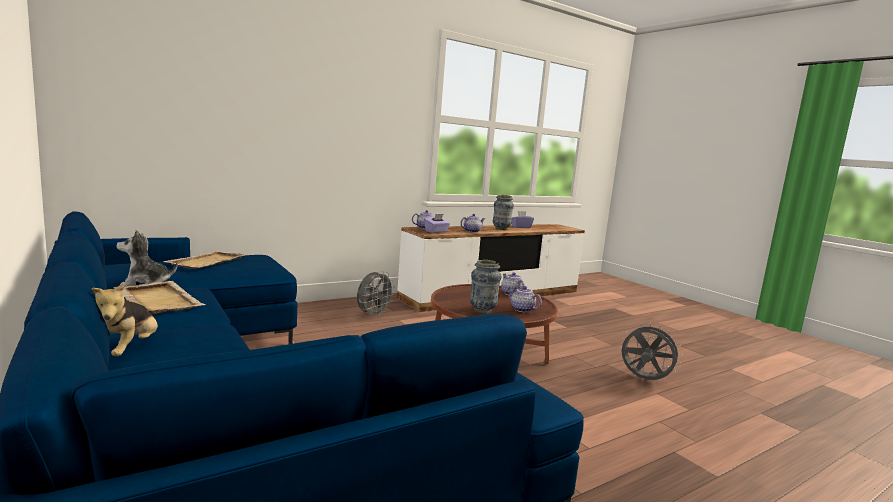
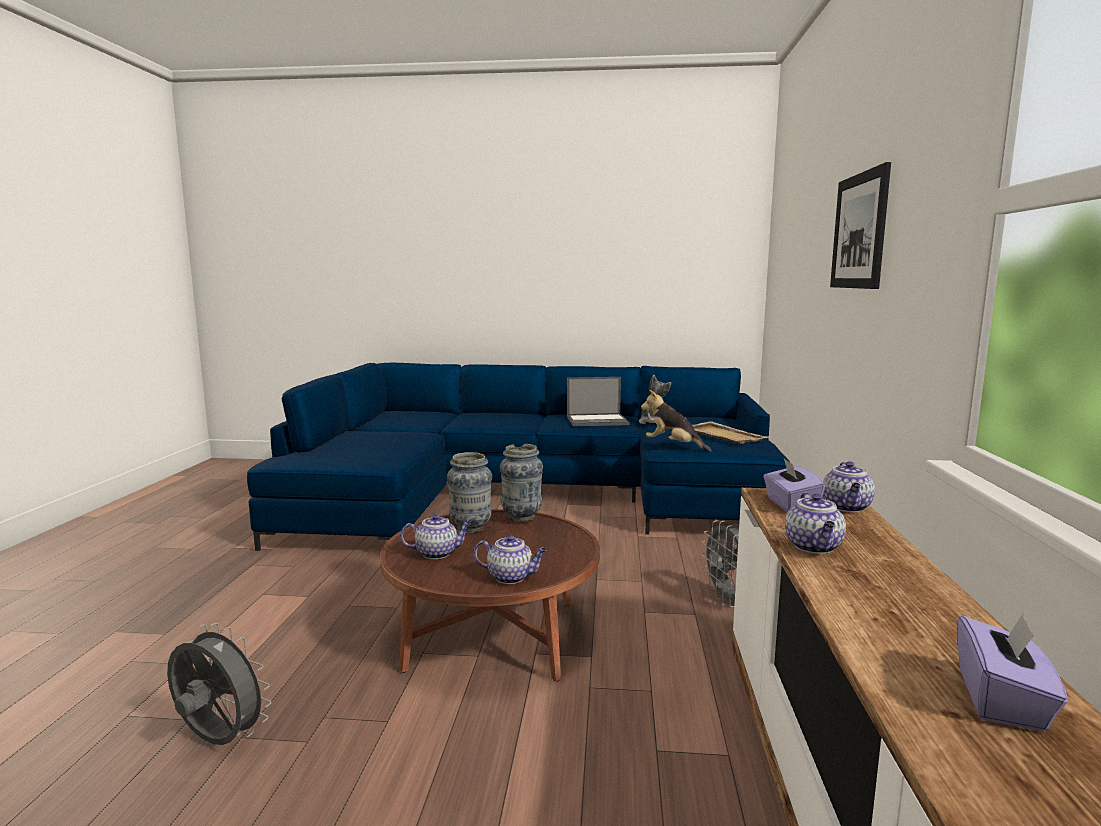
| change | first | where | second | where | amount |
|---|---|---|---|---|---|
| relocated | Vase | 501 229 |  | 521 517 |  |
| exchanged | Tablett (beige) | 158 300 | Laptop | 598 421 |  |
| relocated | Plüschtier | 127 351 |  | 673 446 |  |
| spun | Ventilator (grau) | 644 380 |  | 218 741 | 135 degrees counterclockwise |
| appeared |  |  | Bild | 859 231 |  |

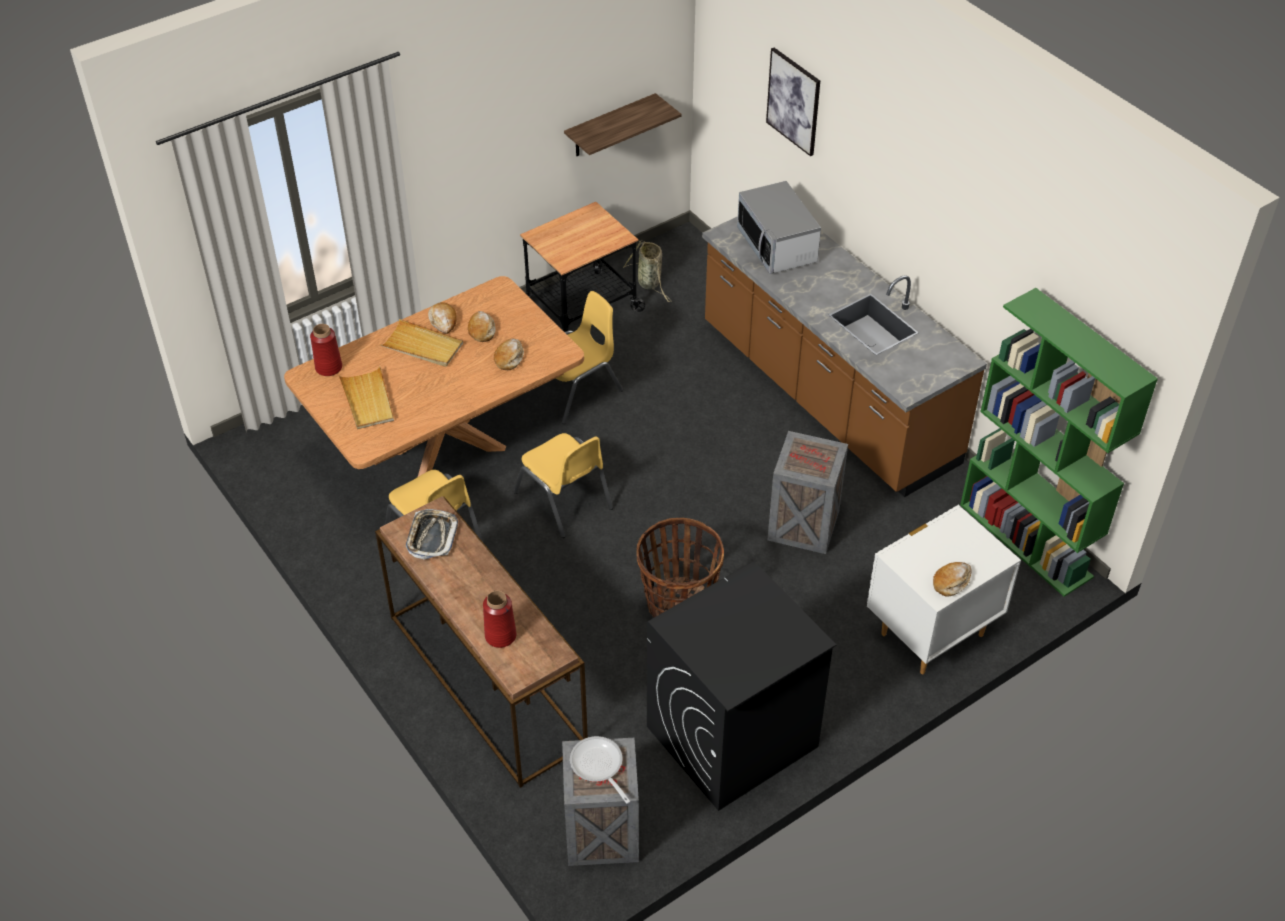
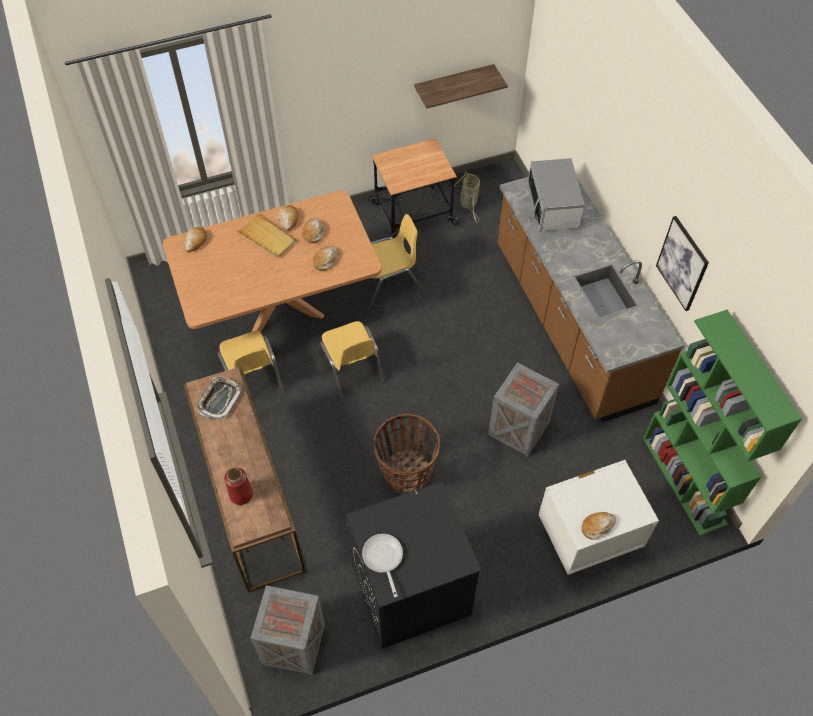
| change | first | where | second | where | amount |
|---|---|---|---|---|---|
| relocated | Bild | 794 101 |  | 682 263 |  |
| exchanged | Vase (rot) | 329 368 | Brot | 196 241 |  |
| missing | Tablett (beige) | 368 400 |  |  |  |
| relocated | Pfanne | 598 766 |  | 383 559 |  |

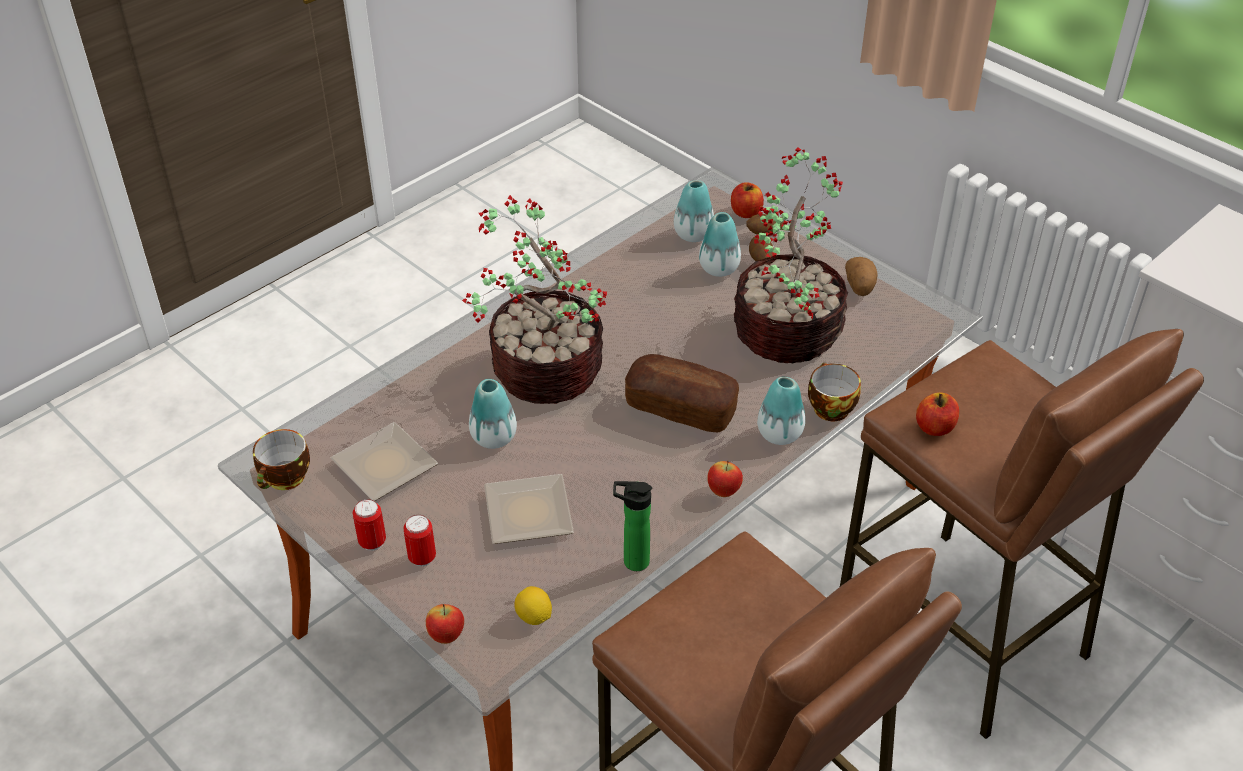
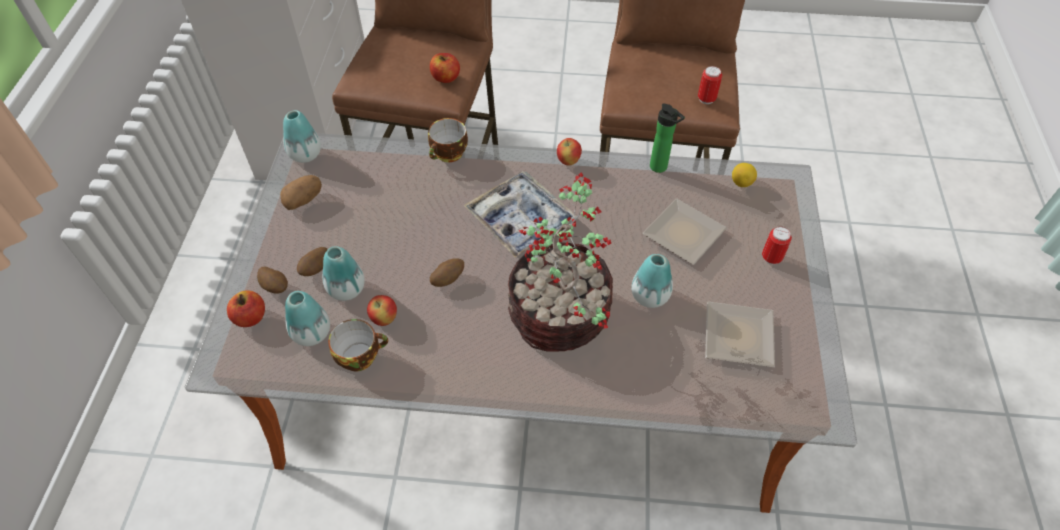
| change | first | where | second | where | amount |
|---|---|---|---|---|---|
| missing | Topfpflanze | 787 330 |  |  |  |
| exchanged | Brot | 681 408 | Tablett | 520 220 |  |
| relocated | Vase | 779 434 |  | 305 154 |  |
| relocated | Tasse | 285 479 |  | 361 355 |  |
| relocated | Dose | 372 542 |  | 706 99 |  |
| relocated | Apfel | 446 636 |  | 384 319 |  |
| appeared |  |  | Kartoffel | 448 279 |  |

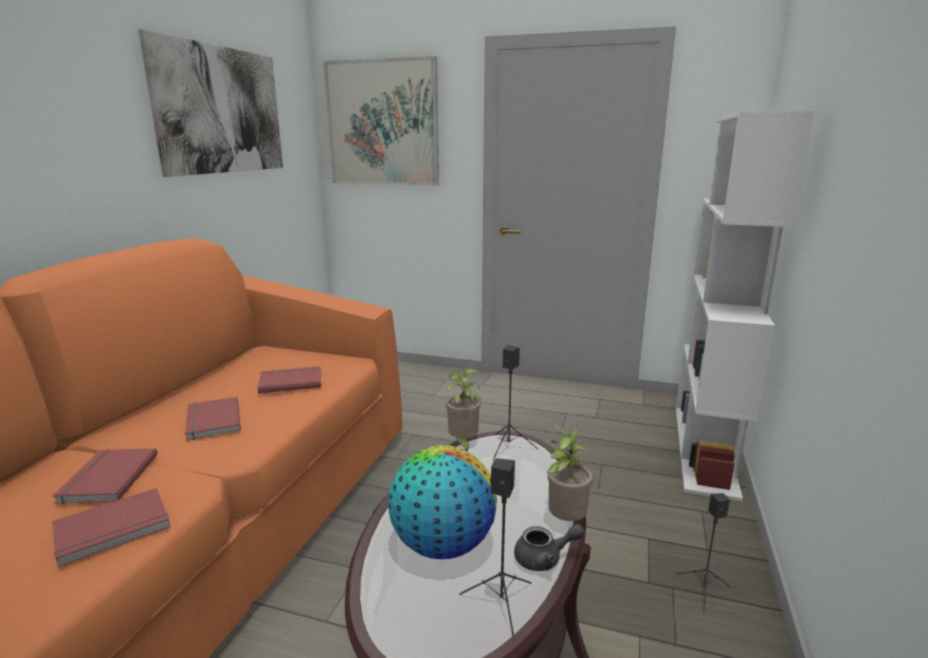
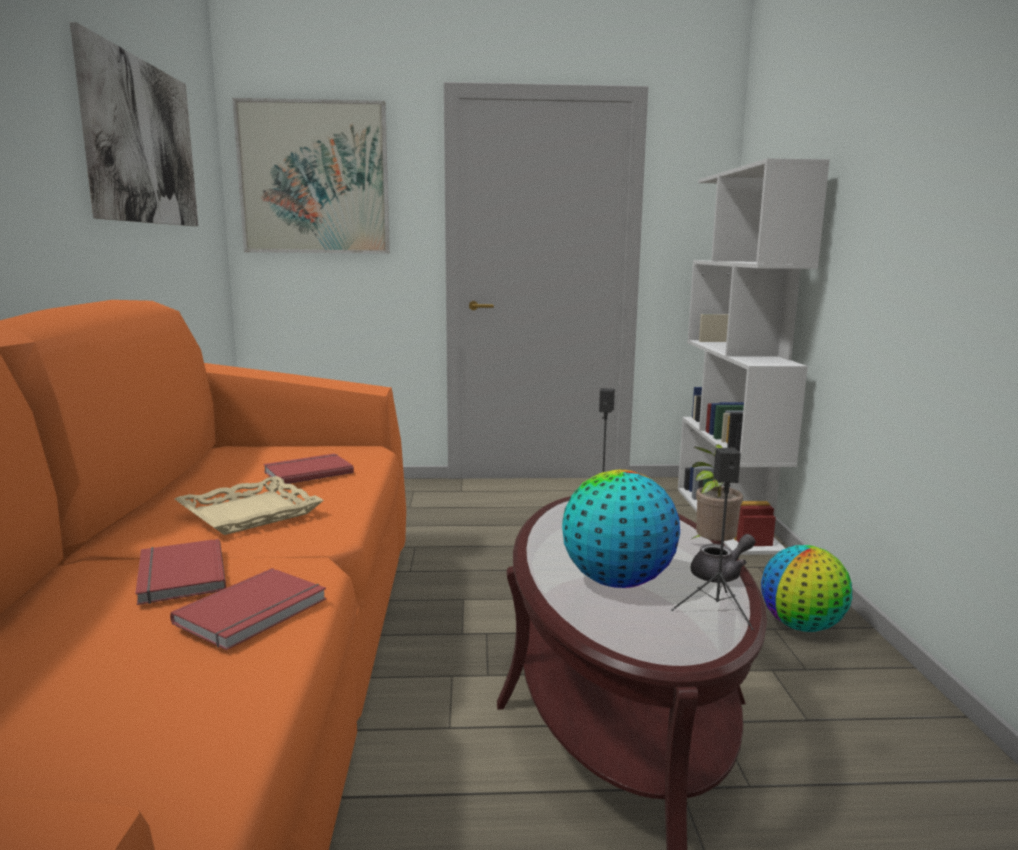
| change | first | where | second | where | amount |
|---|---|---|---|---|---|
| missing | Topfpflanze | 463 443 |  |  |  |
| exchanged | Buch (rot) | 211 421 | Tablett (beige) | 250 513 |  |
| exchanged | Lautsprecher (schwarz) | 703 591 | Globus | 802 626 |  |

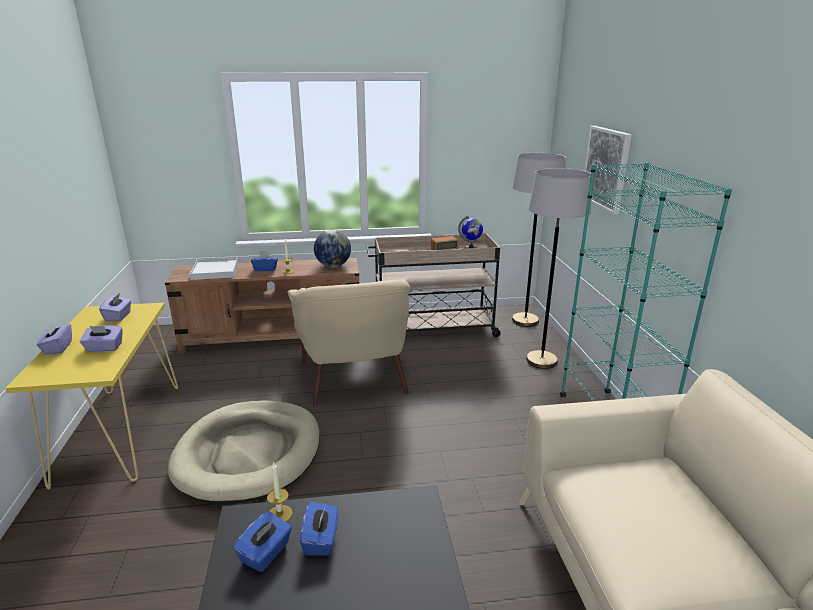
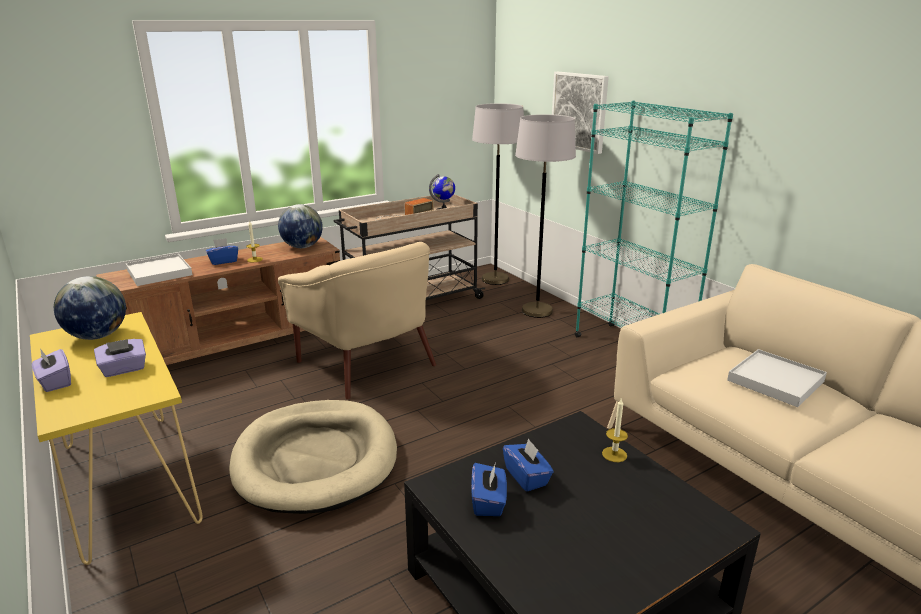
| change | first | where | second | where | amount |
|---|---|---|---|---|---|
| exchanged | Taschentuchbox (lila) | 118 316 | Globus | 97 336 |  |
| relocated | Kerze | 280 514 |  | 614 454 |  |
| appeared |  |  | Tablett (weiß) | 775 381 |  |

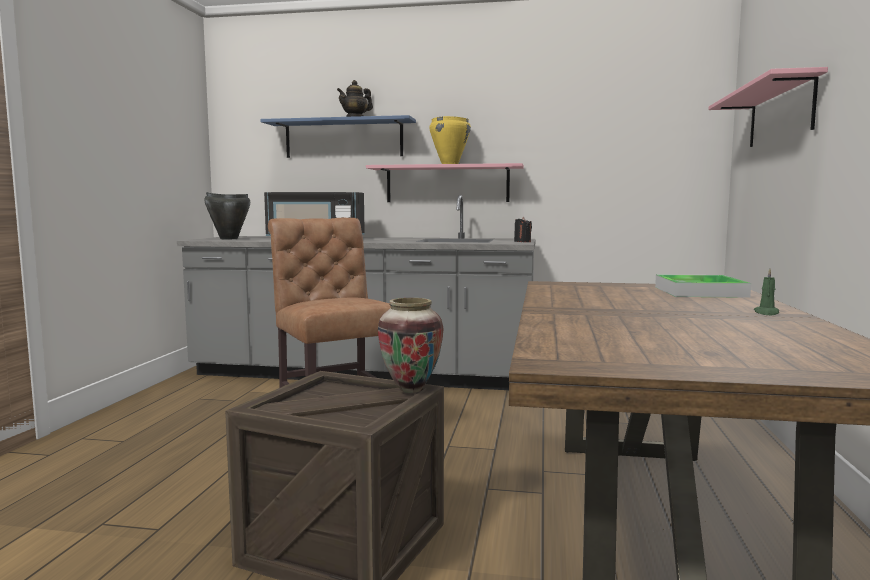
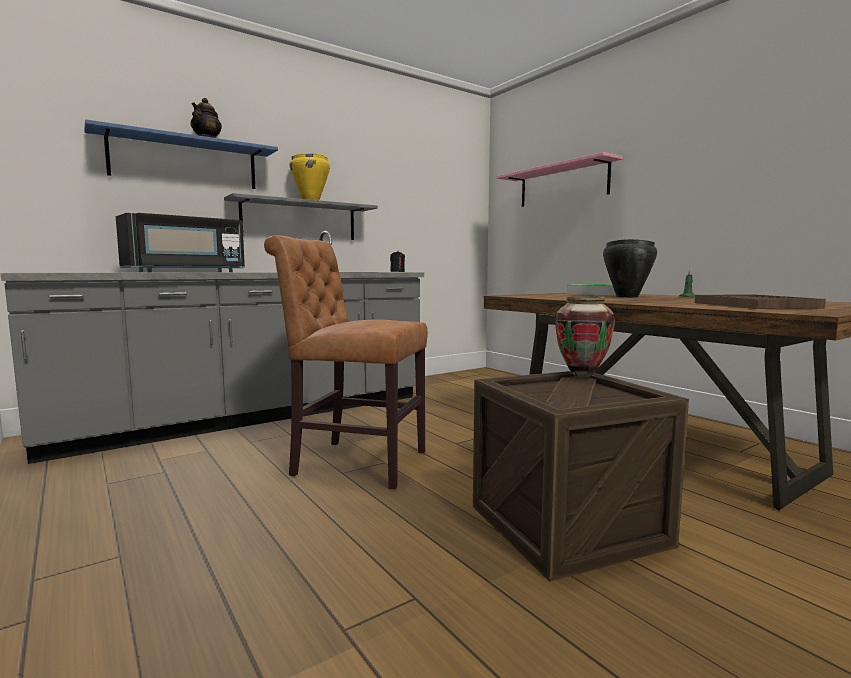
| change | first | where | second | where | amount |
|---|---|---|---|---|---|
| colour | Wandregal (rosa) | 447 184 | Wandregal (grau) | 300 220 |  |
| relocated | Kochtopf (schwarz) | 228 239 |  | 626 297 |  |
| appeared |  |  | Tablett (braun) | 754 305 |  |

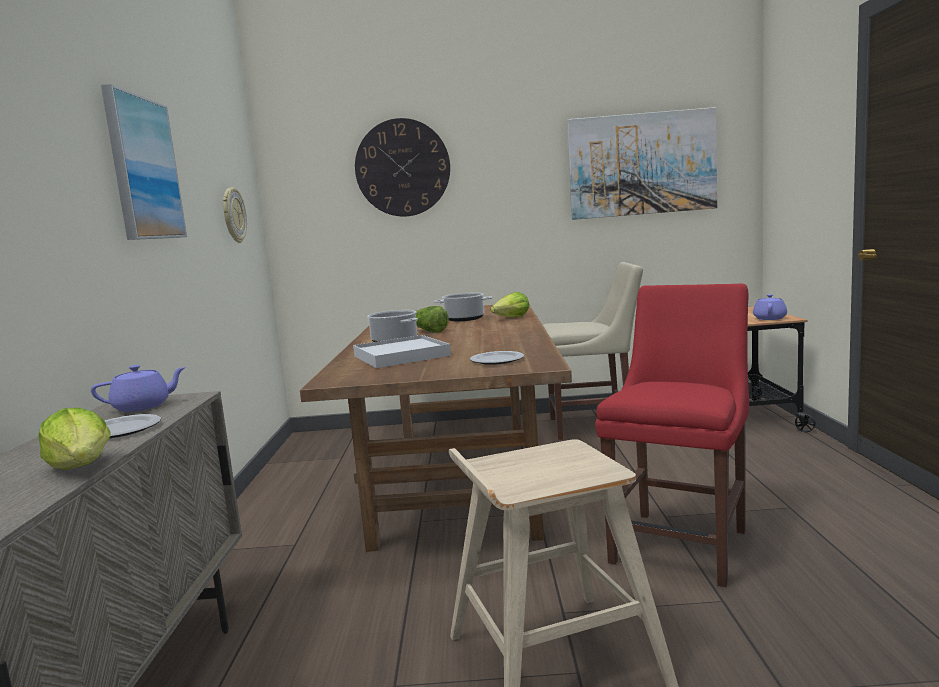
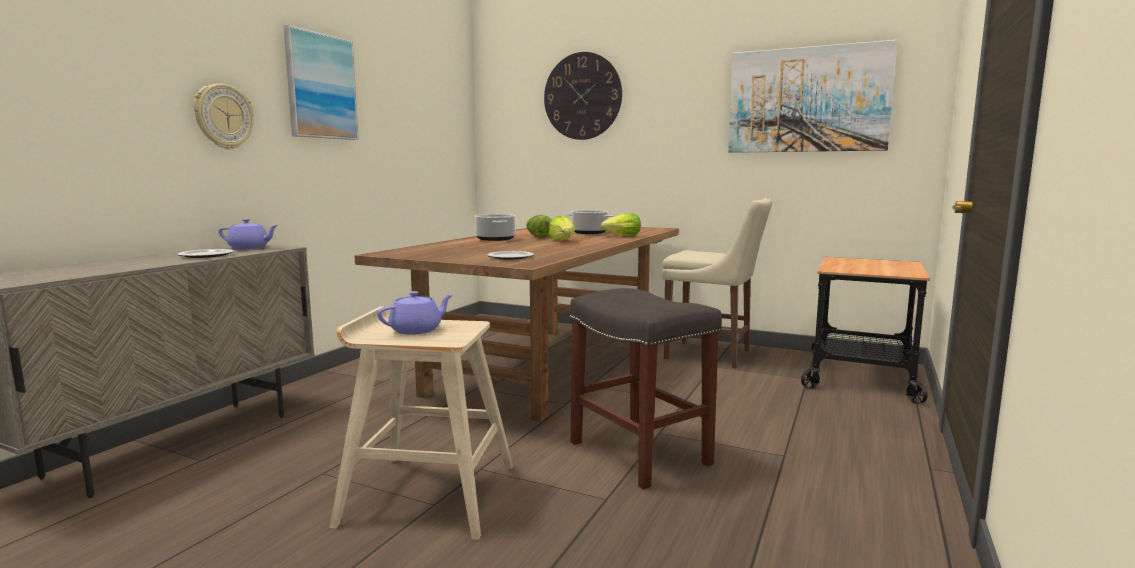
| change | first | where | second | where | amount |
|---|---|---|---|---|---|
| relocated | Wanduhr | 233 215 |  | 223 117 |  |
| exchanged | Stuhl (rot) | 682 543 | Hocker (grau) | 641 453 |  |
| relocated | Teekanne (lila) | 769 318 |  | 417 330 |  |
| missing | Tablett (weiß) | 401 356 |  |  |  |
| relocated | Salatkopf | 82 467 |  | 563 241 |  |

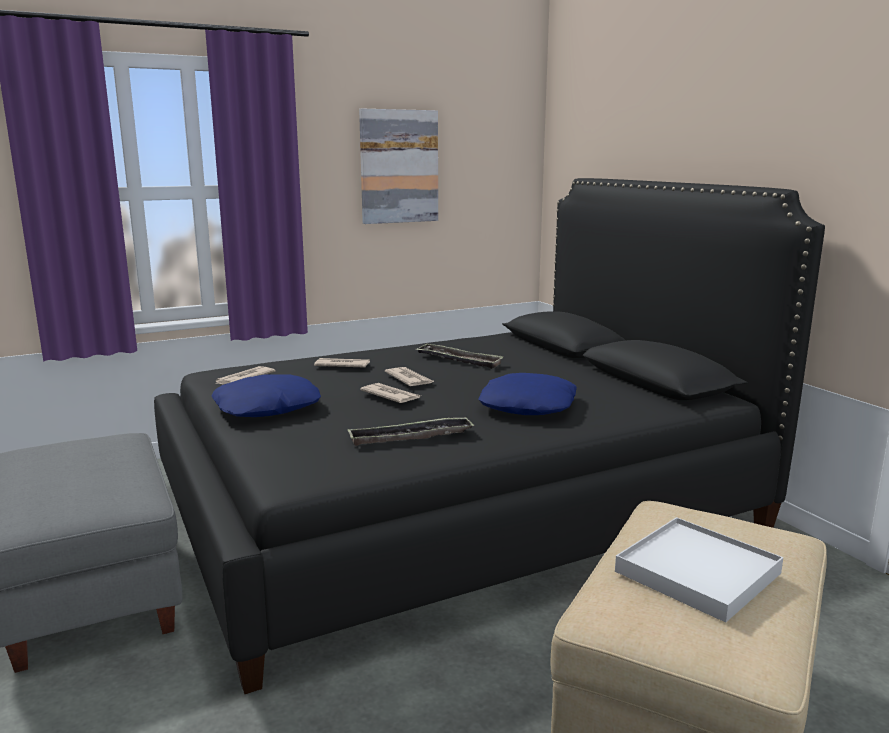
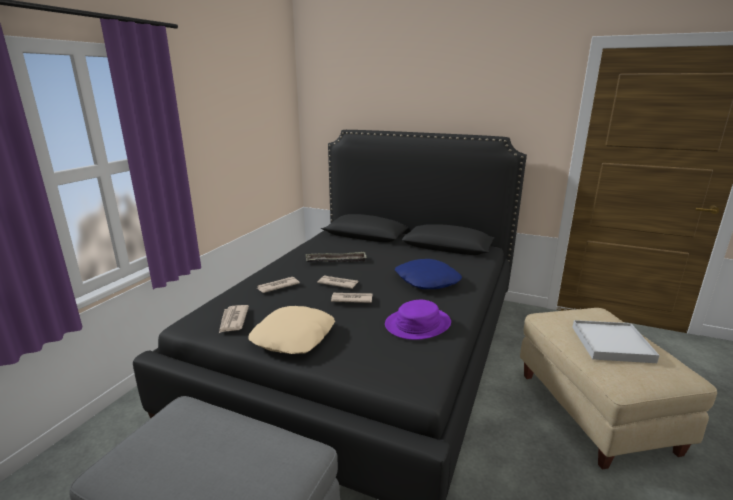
| change | first | where | second | where | amount |
|---|---|---|---|---|---|
| missing | Bild | 398 166 |  |  |  |
| colour | Kissen (blau) | 267 407 | Kissen (beige) | 294 337 |  |
| exchanged | Tablett | 410 437 | Hut (lila) | 417 324 |  |

